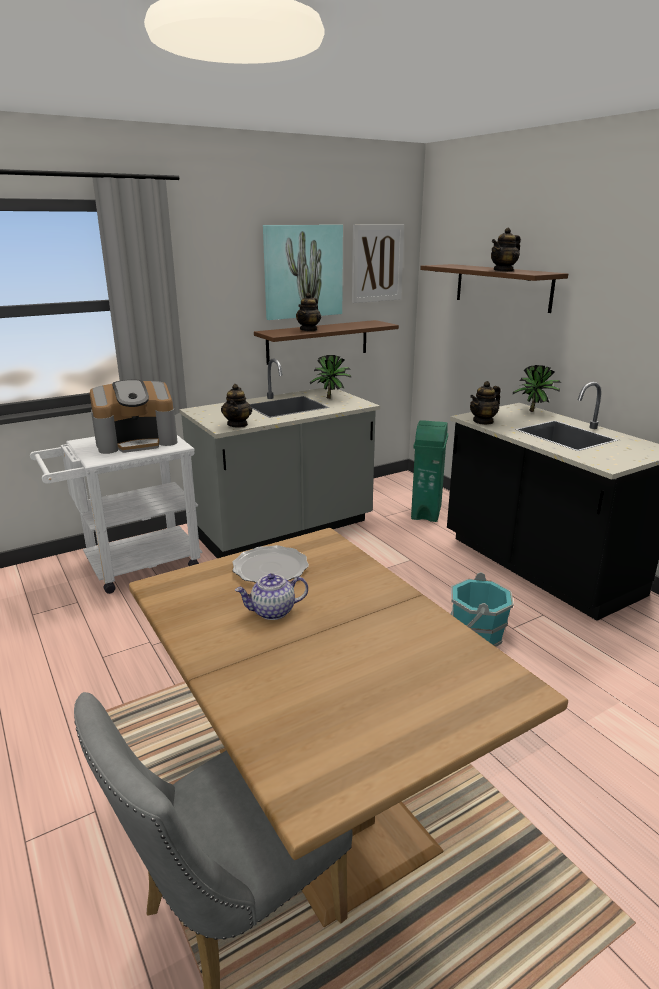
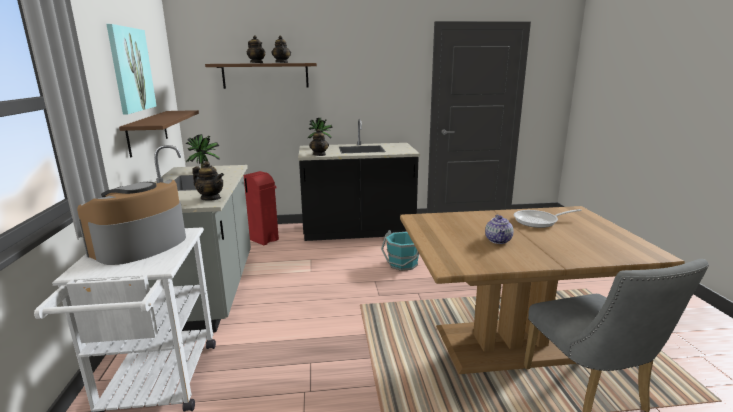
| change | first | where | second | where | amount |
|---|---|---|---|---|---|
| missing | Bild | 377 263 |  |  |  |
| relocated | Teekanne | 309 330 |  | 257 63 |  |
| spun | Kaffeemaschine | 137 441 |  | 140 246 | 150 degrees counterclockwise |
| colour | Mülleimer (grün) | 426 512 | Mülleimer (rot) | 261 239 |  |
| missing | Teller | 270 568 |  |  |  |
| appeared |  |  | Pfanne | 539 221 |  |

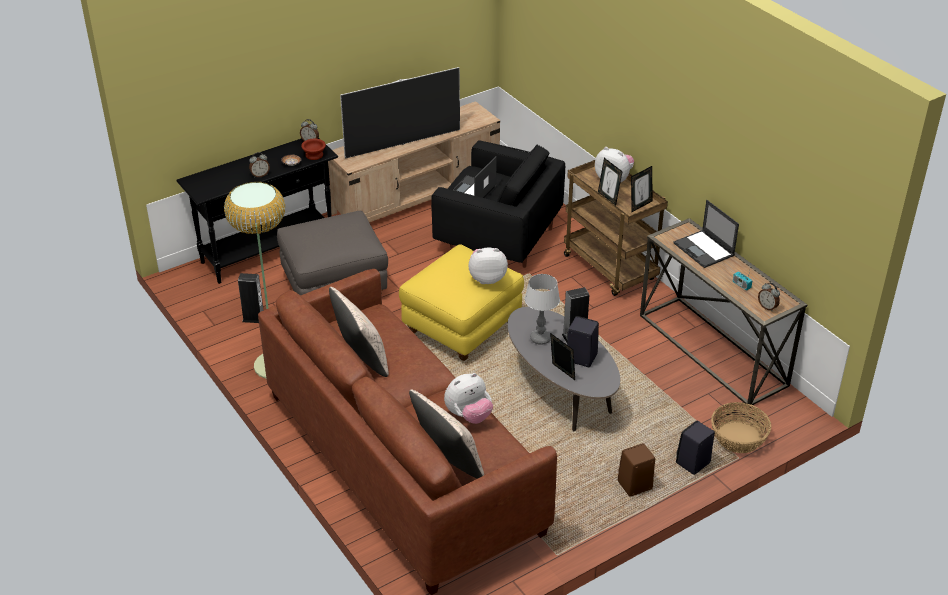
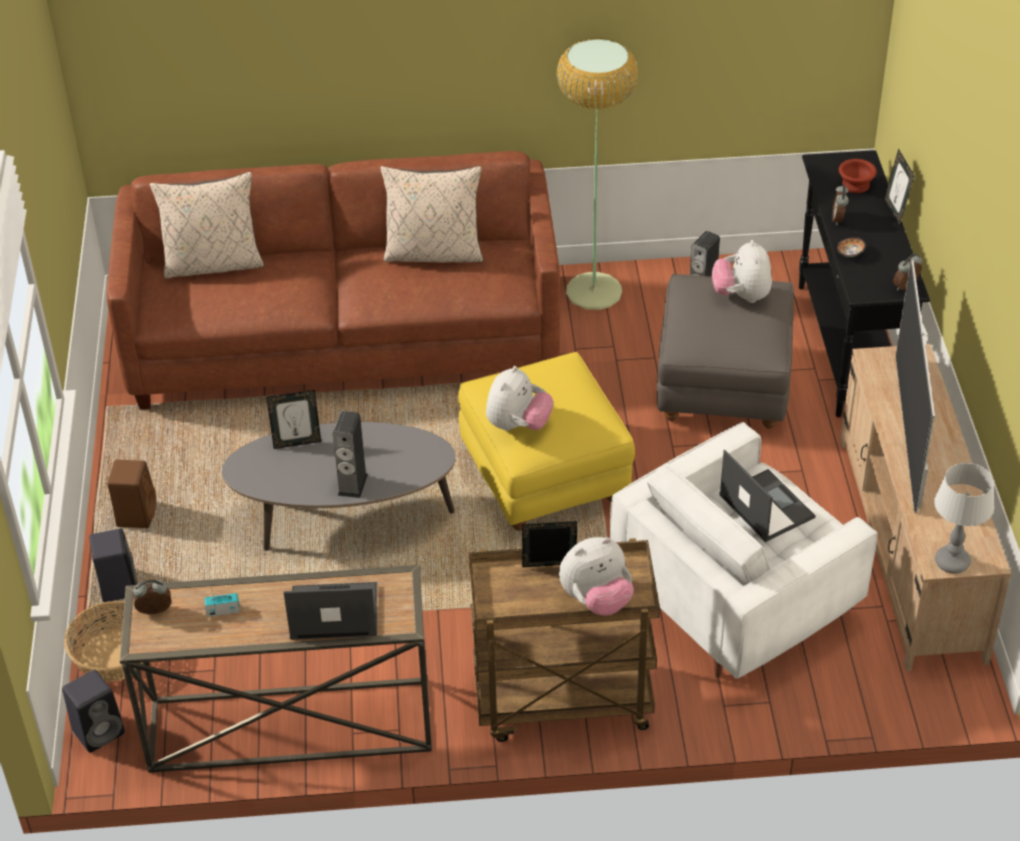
| change | first | where | second | where | amount |
|---|---|---|---|---|---|
| relocated | Schüssel (braun) | 313 155 |  | 855 184 |  |
| colour | Sessel (schwarz) | 496 237 | Sessel (weiß) | 737 599 |  |
| relocated | Bilderrahmen | 640 205 |  | 895 211 |  |
| relocated | Tischlampe | 540 338 |  | 953 562 |  |
| relocated | Lautsprecher (schwarz) | 580 357 |  | 100 731 |  |
| relocated | Plüschtier | 468 415 |  | 741 296 |  |

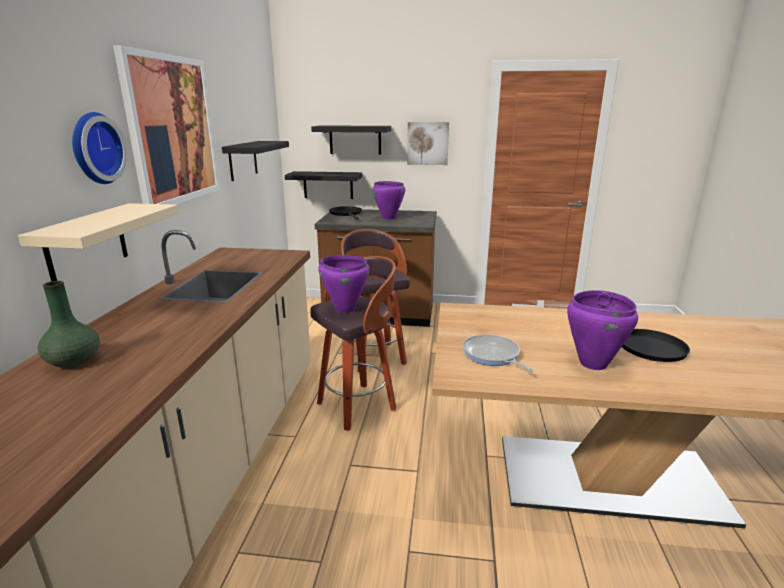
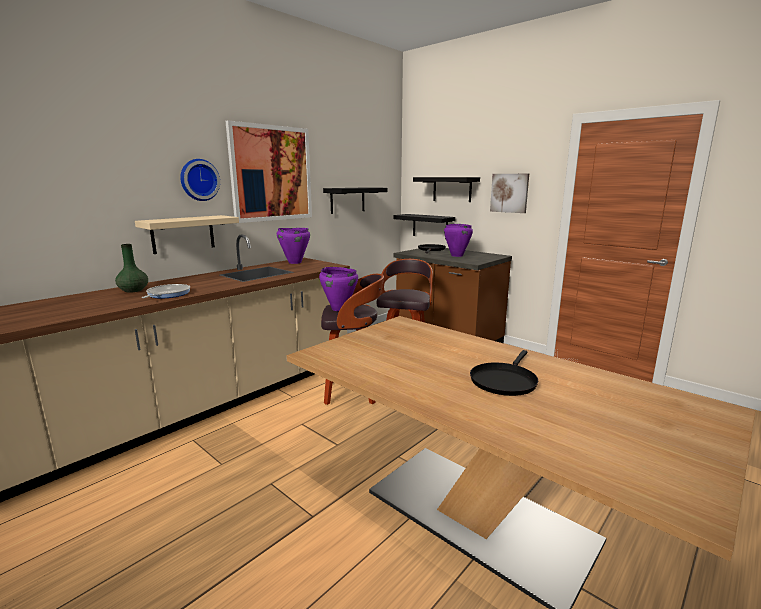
| change | first | where | second | where | amount |
|---|---|---|---|---|---|
| relocated | Kochtopf (lila) | 592 364 |  | 294 262 |  |
| relocated | Pfanne | 492 355 |  | 167 294 |  |

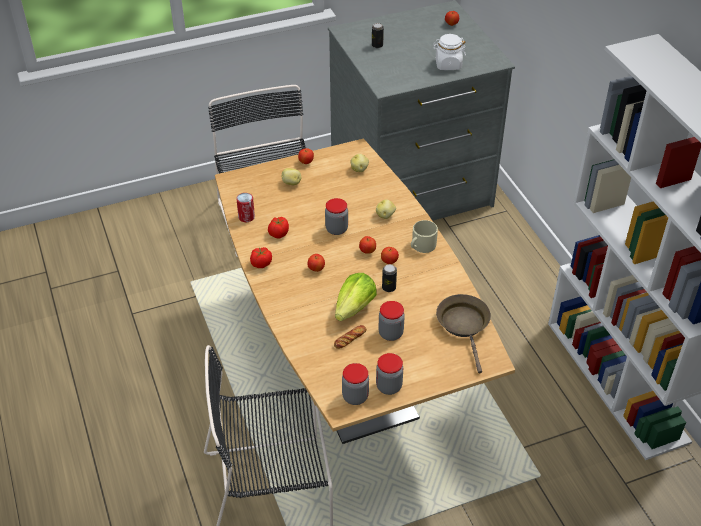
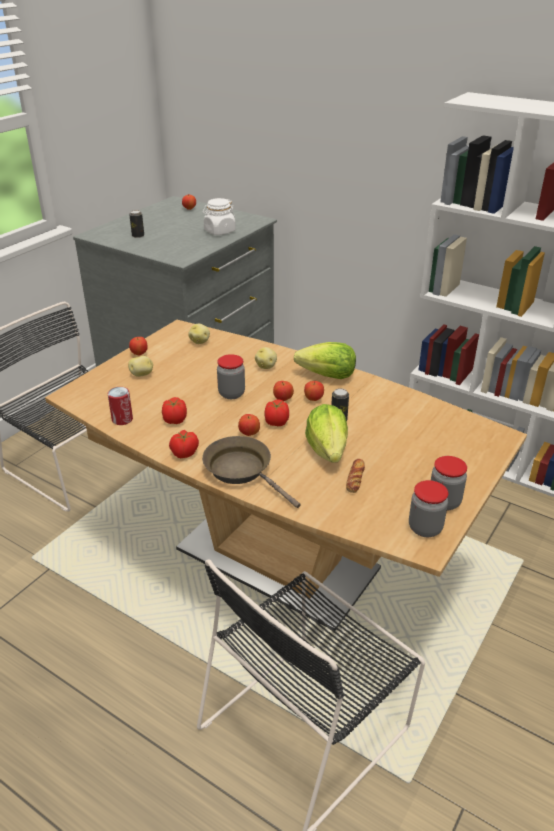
| change | first | where | second | where | amount |
|---|---|---|---|---|---|
| exchanged | Henkelbecher (beige) | 421 246 | Salatkopf | 327 376 |  |
| relocated | Pfanne (braun) | 464 326 |  | 242 470 |  |
| missing | Vorratsglas | 390 333 |  |  |  |
| appeared |  |  | Tomate | 276 422 |  |

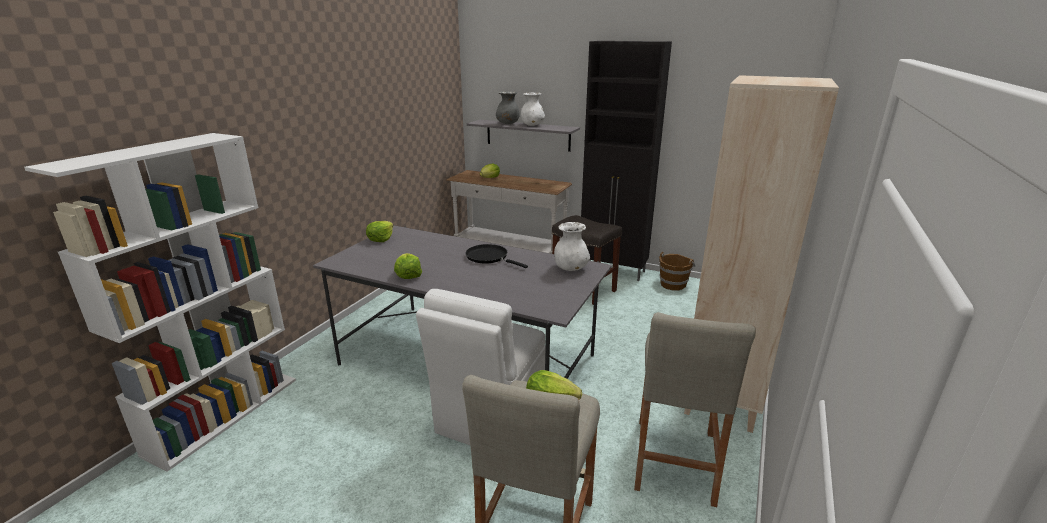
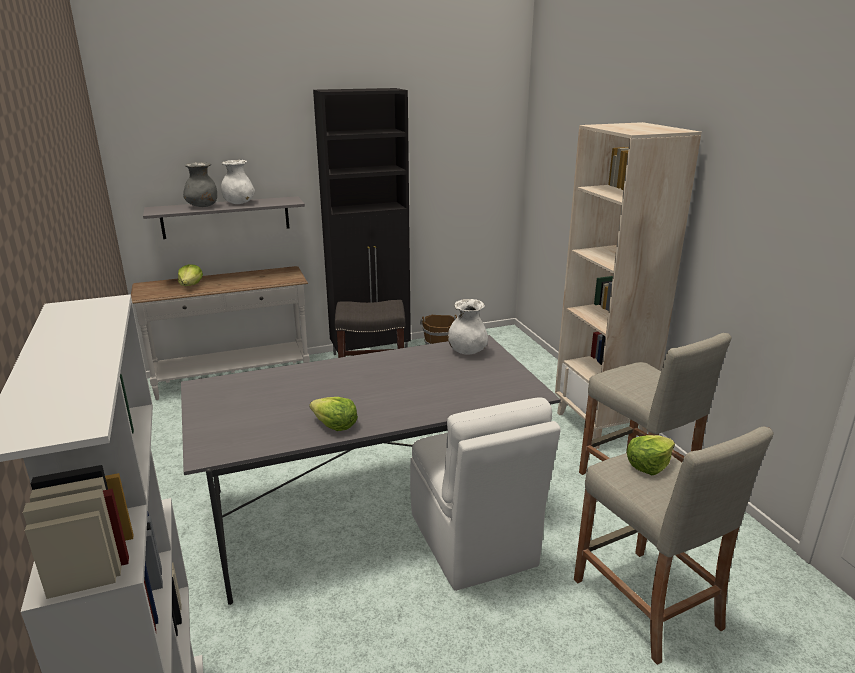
| change | first | where | second | where | amount |
|---|---|---|---|---|---|
| missing | Salatkopf | 381 239 |  |  |  |
| missing | Pfanne (schwarz) | 489 257 |  |  |  |

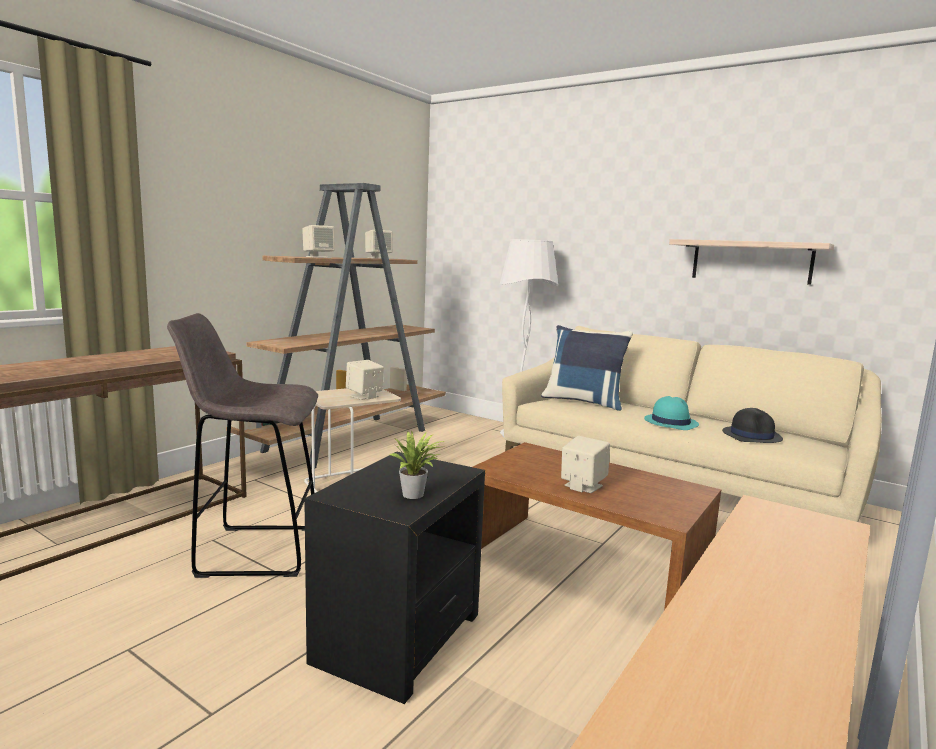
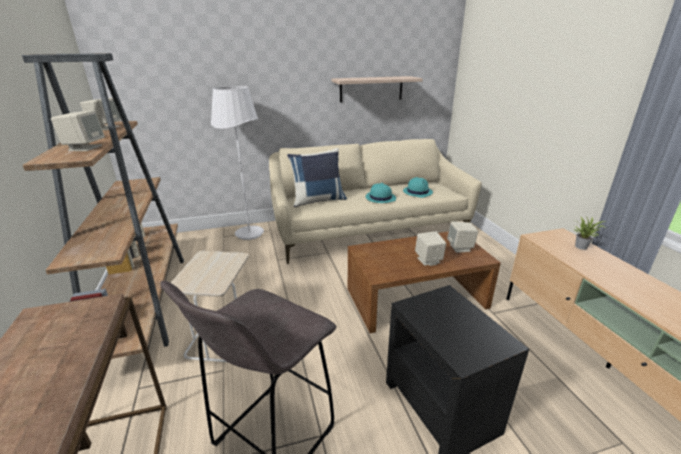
| change | first | where | second | where | amount |
|---|---|---|---|---|---|
| relocated | Lautsprecher (beige) | 364 396 |  | 460 248 |  |
| colour | Hut (schwarz) | 751 435 | Hut (türkis) | 417 192 |  |
| relocated | Topfpflanze | 415 495 |  | 581 246 |  |

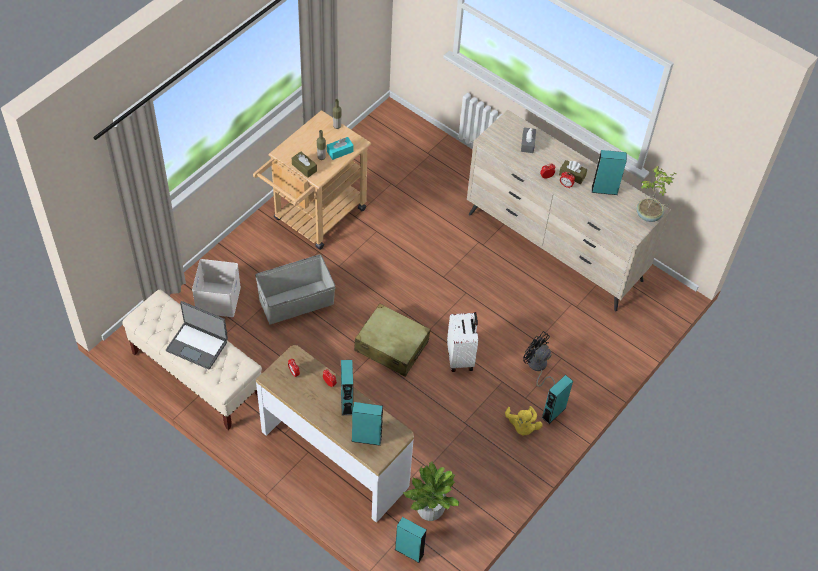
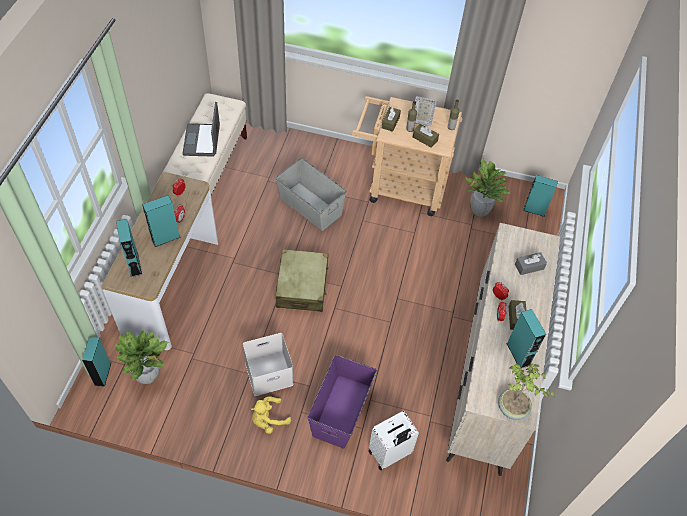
| change | first | where | second | where | amount |
|---|---|---|---|---|---|
| colour | Taschentuchbox (türkis) | 340 151 | Taschentuchbox (braun) | 425 139 |  |
| relocated | Aufbewahrungsbox (weiß) | 217 298 |  | 269 372 |  |
| relocated | Koffer (weiß) | 461 357 |  | 390 454 |  |
| exchanged | Ventilator (schwarz) | 537 367 | Aufbewahrungsbox (lila) | 340 410 |  |
| relocated | Lautsprecher (türkis) | 553 412 |  | 534 210 |  |
| appeared |  |  | Bilderrahmen | 421 120 |  |
| appeared |  |  | Topfpflanze | 479 210 |  |

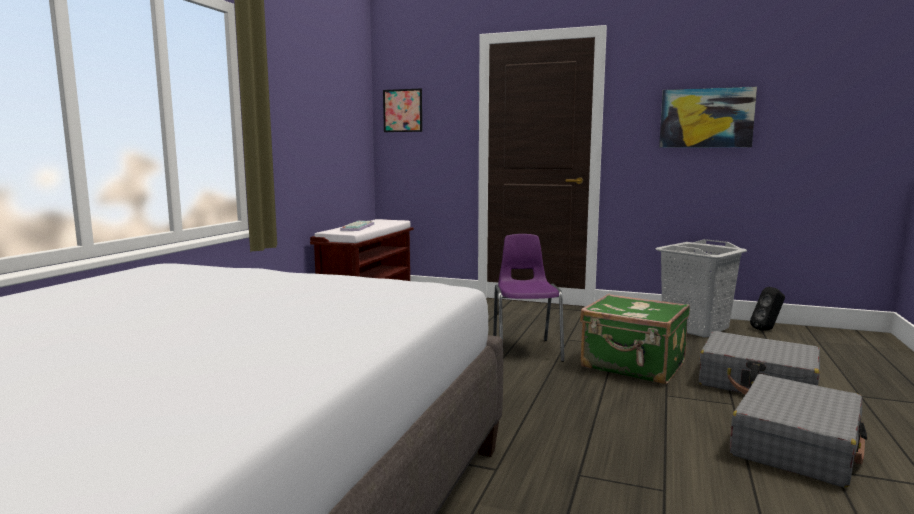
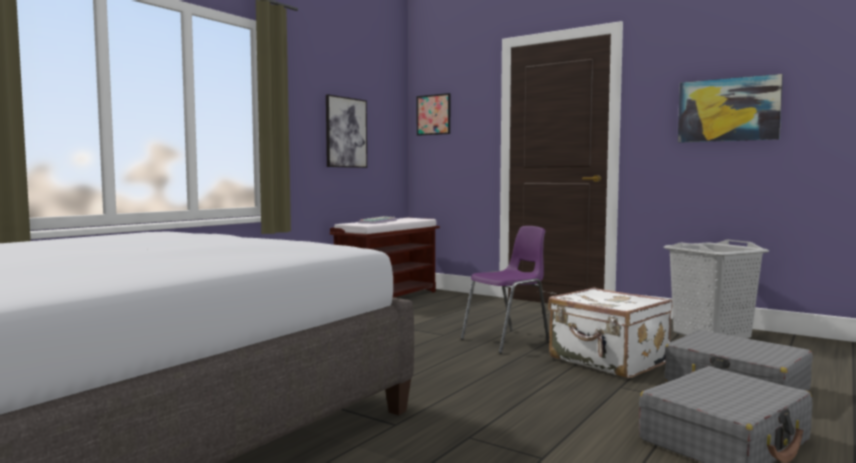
| change | first | where | second | where | amount |
|---|---|---|---|---|---|
| spun | Stuhl (lila) | 525 350 |  | 507 341 | 45 degrees clockwise |
| missing | Lautsprecher (schwarz) | 767 330 |  |  |  |
| colour | Koffer (grün) | 633 366 | Koffer (weiß) | 608 361 |  |
| appeared |  |  | Bild | 346 132 |  |

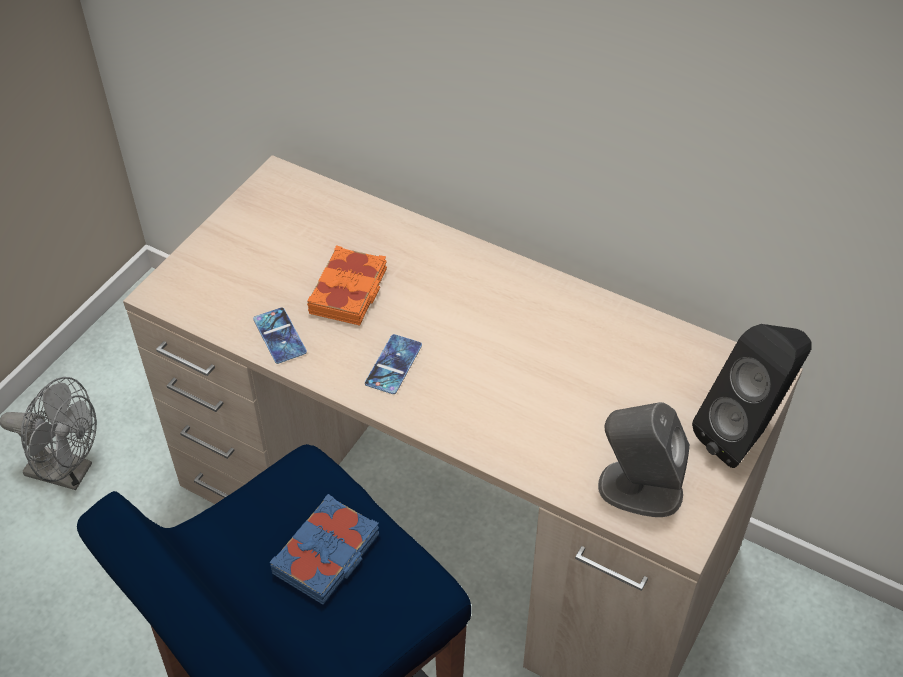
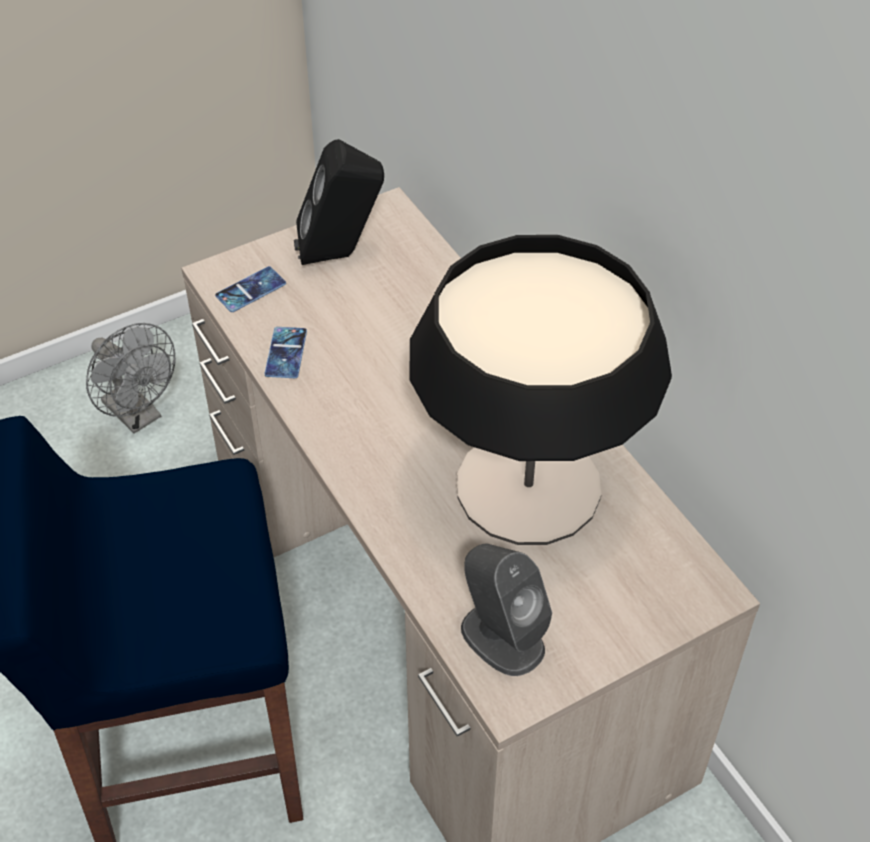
| change | first | where | second | where | amount |
|---|---|---|---|---|---|
| missing | Buch (orange) | 349 292 |  |  |  |
| relocated | Lautsprecher (schwarz) | 743 436 |  | 341 255 |  |
| relocated | Handy | 393 364 |  | 251 290 |  |
| missing | Buch (blau) | 327 555 |  |  |  |
| appeared |  |  | Tischlampe | 528 487 |  |

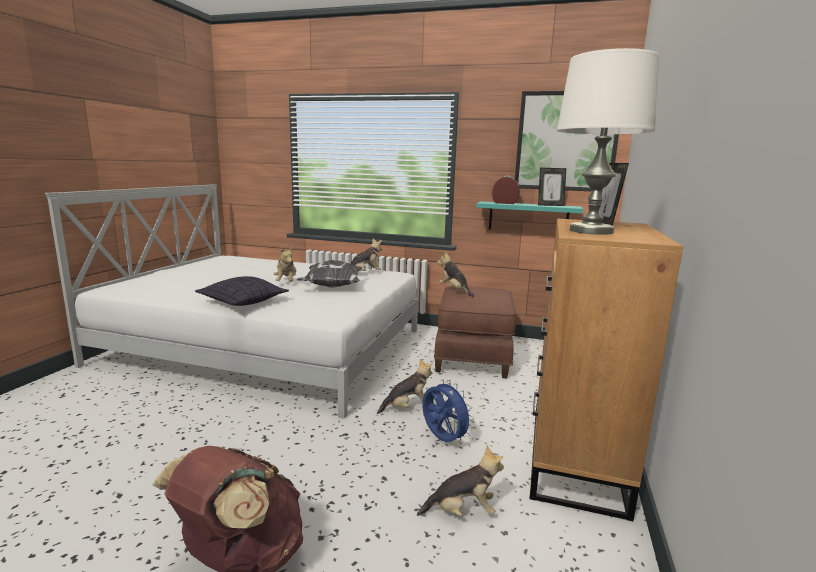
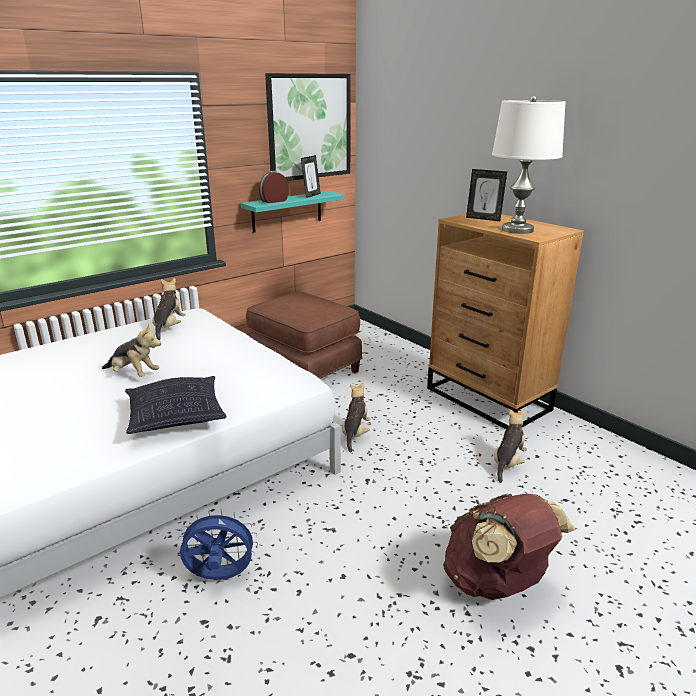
| change | first | where | second | where | amount |
|---|---|---|---|---|---|
| missing | Plüschtier | 454 290 |  |  |  |
| missing | Kissen | 331 287 |  |  |  |
| relocated | Ventilator (blau) | 442 440 |  | 220 577 |  |

